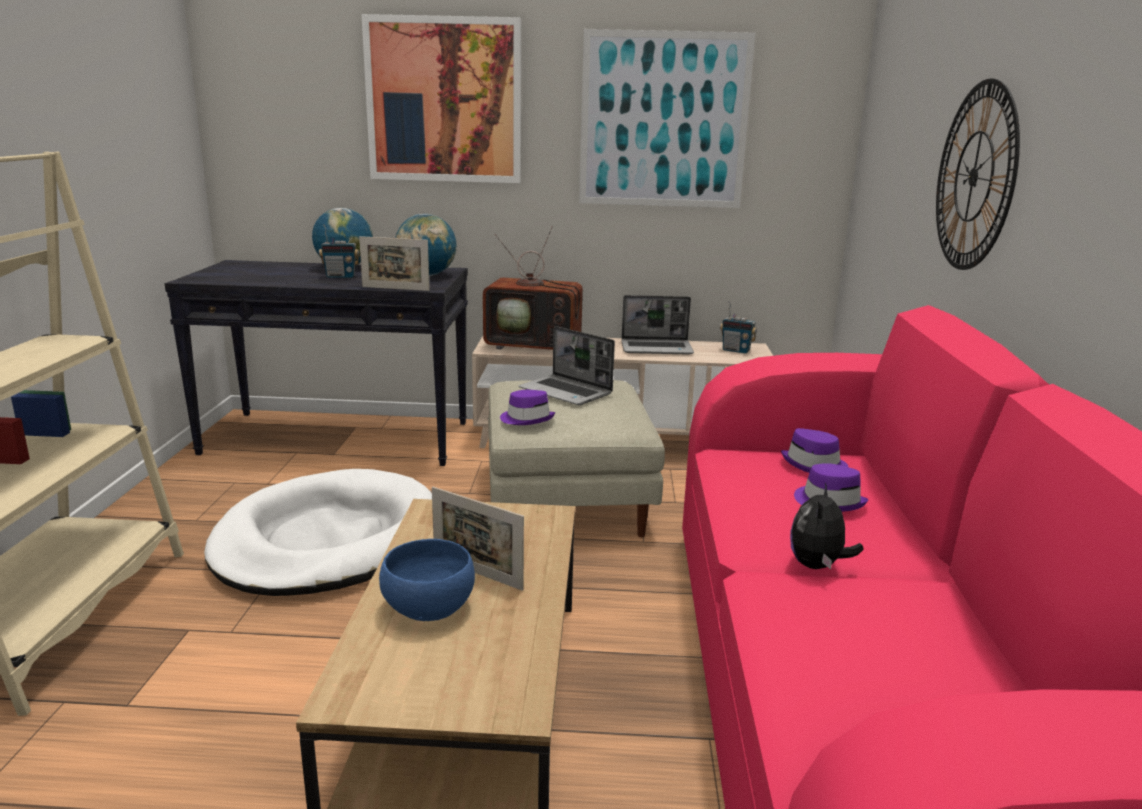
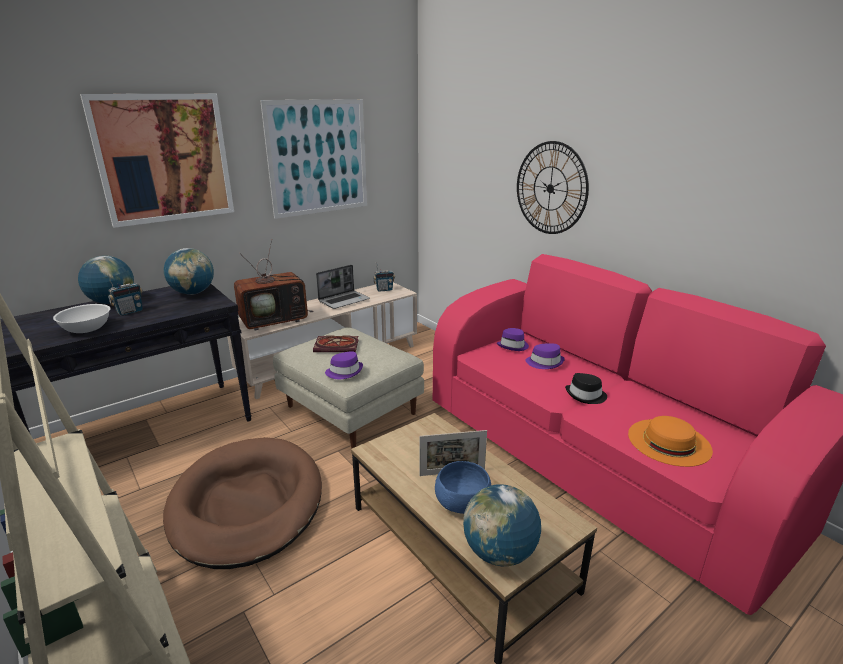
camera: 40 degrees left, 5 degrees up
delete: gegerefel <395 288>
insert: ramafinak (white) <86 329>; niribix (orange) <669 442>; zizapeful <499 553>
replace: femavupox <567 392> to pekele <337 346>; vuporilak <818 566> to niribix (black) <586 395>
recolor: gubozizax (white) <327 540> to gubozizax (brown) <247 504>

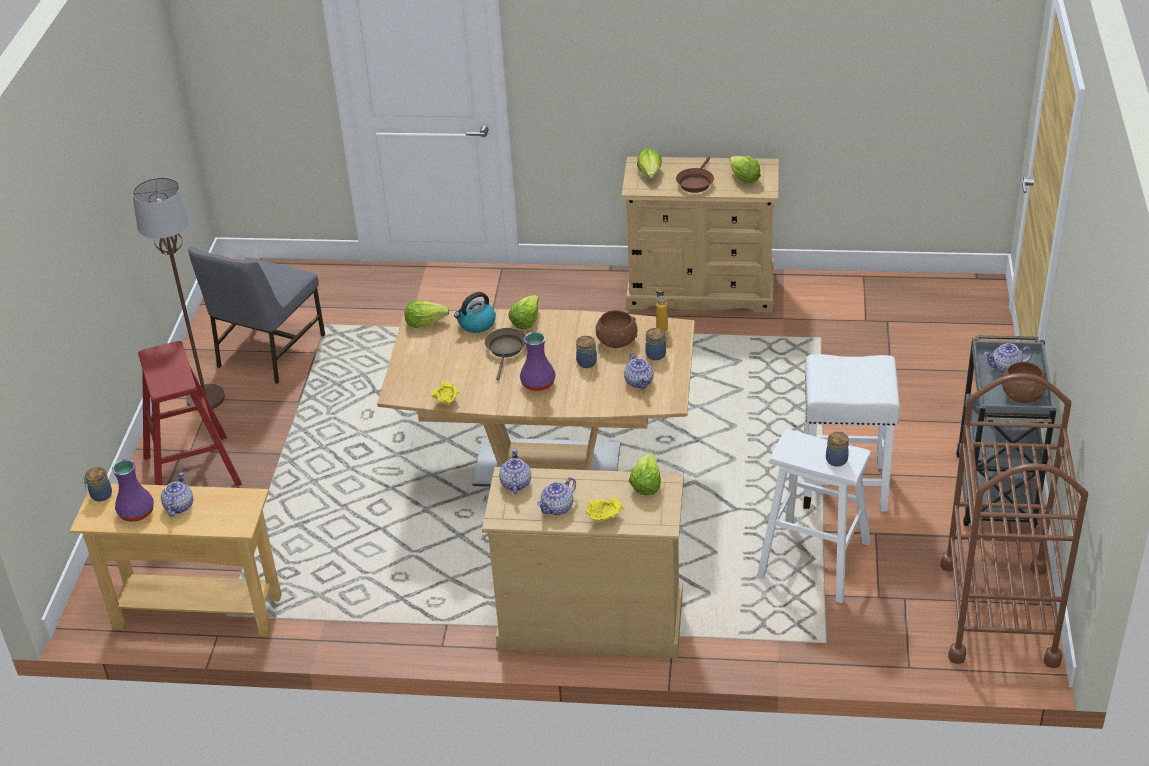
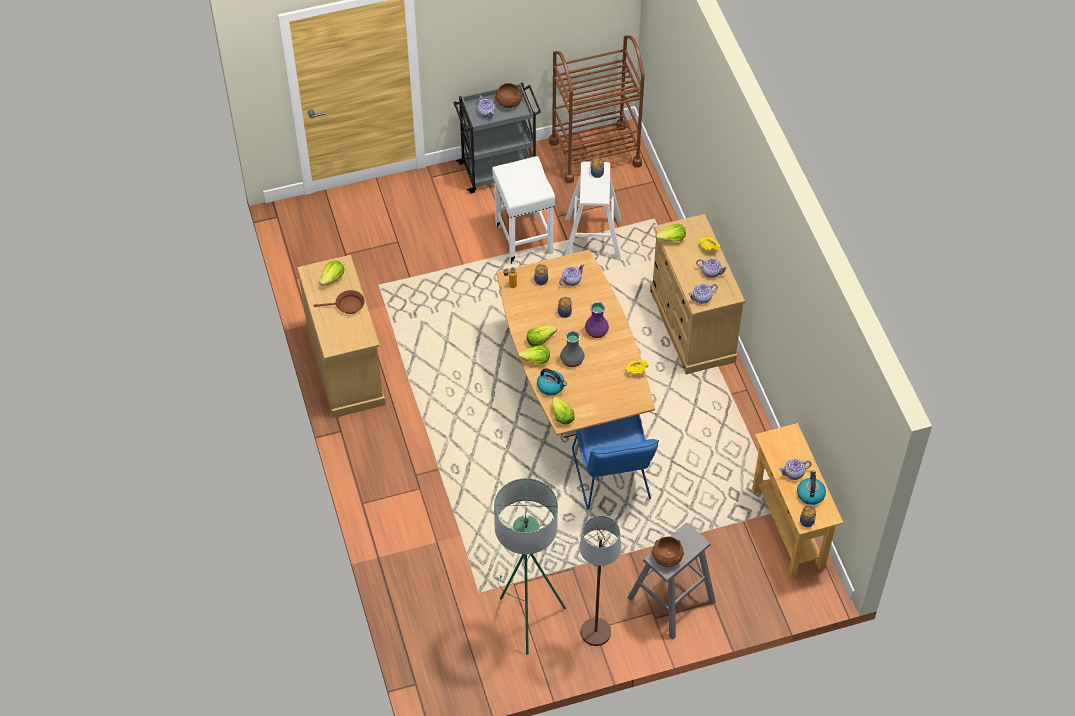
camera: 115 degrees left, 15 degrees up
insert: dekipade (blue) <612 480>
move: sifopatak <650 173> to <540 339>; ramafinak (brown) <616 341> to <667 558>
replace: dekipade (grey) <268 351> to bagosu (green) <526 617>; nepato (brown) <506 350> to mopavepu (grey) <571 359>; mopavepu (purple) <136 512> to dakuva <810 494>
recolor: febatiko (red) <192 470> to febatiko (grey) <671 600>

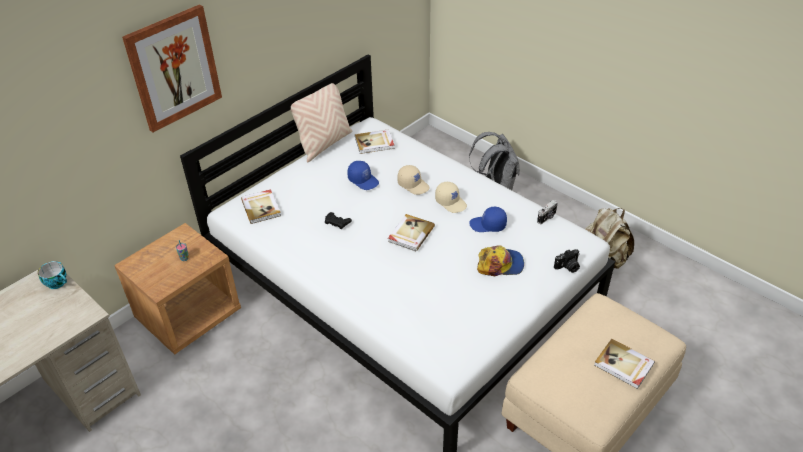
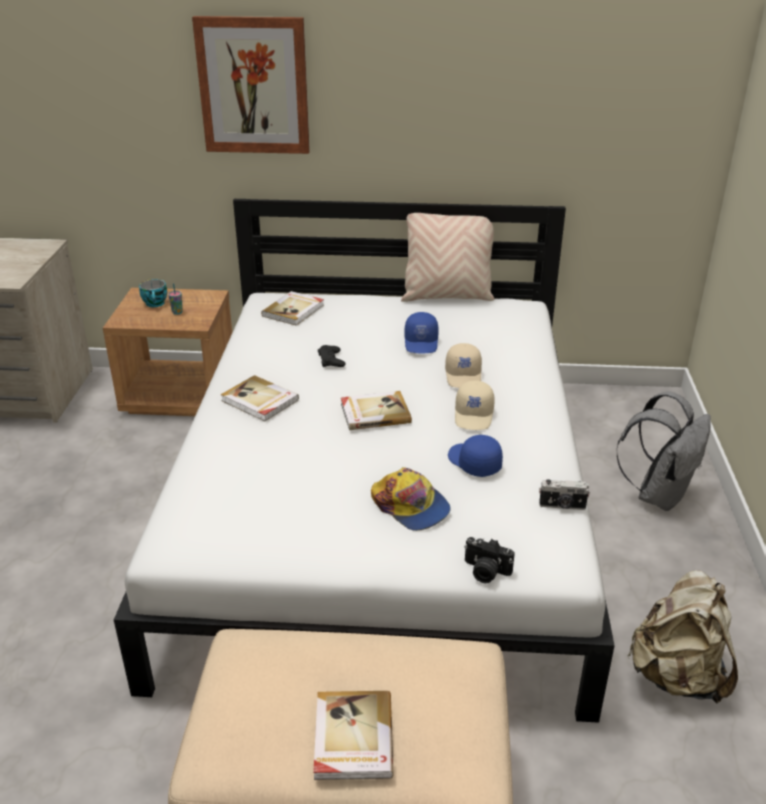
camera: 50 degrees right, 10 degrees down
move: pekele <374 143> to <259 401>; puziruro <58 283> to <156 304>

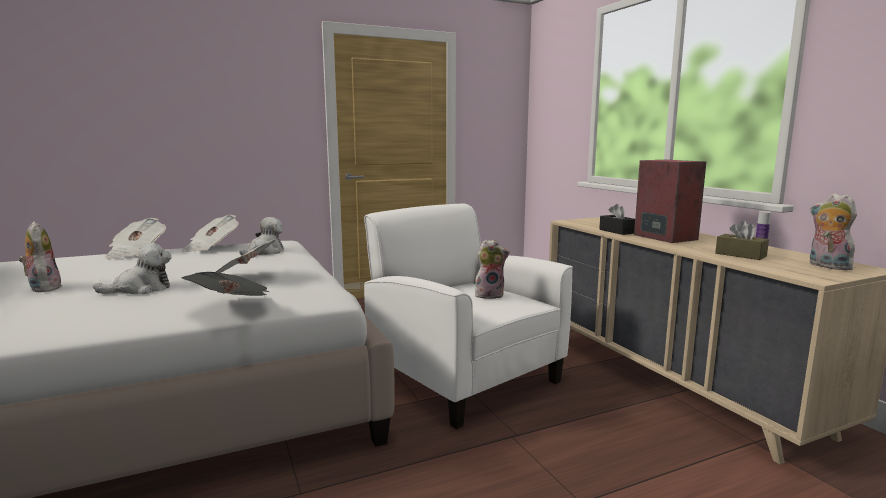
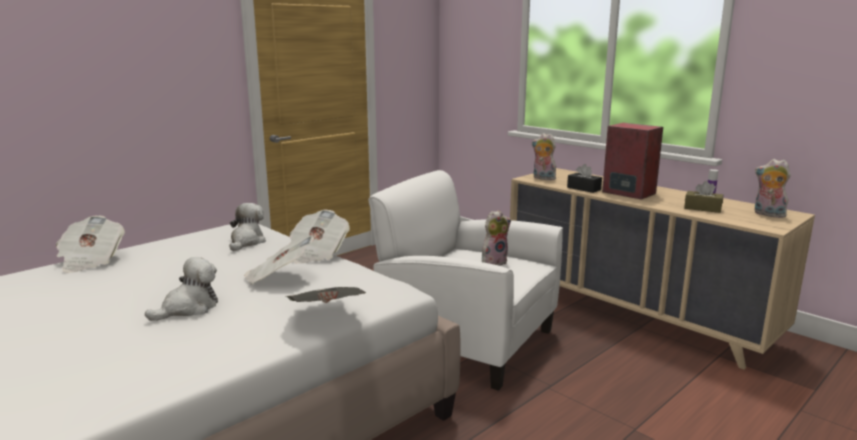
camera: 20 degrees left, 5 degrees up
move: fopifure <211 248> to <317 253>; vuporilak <43 288> to <542 178>

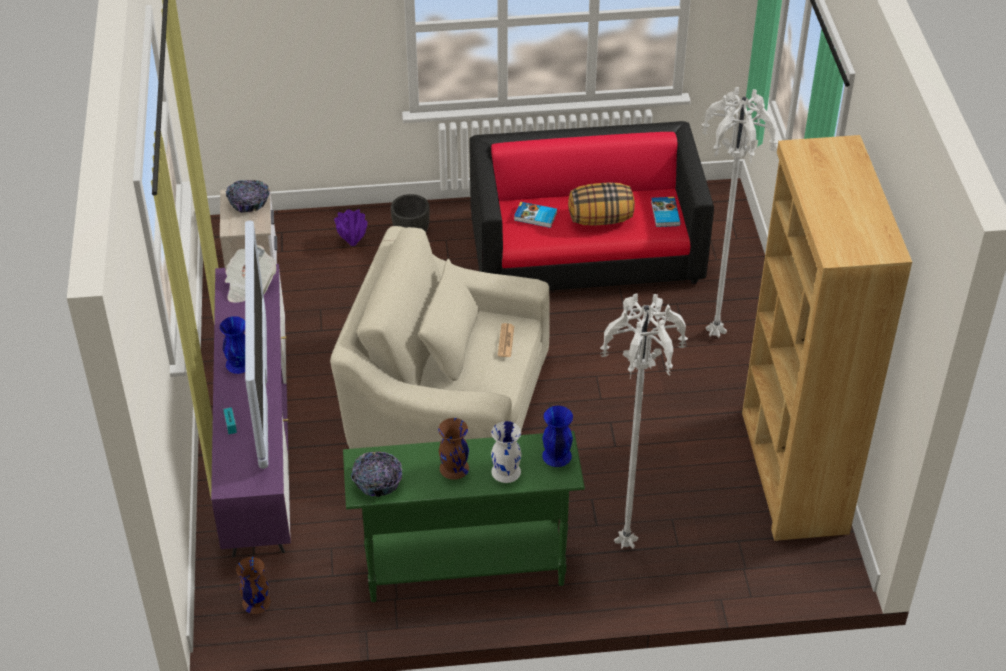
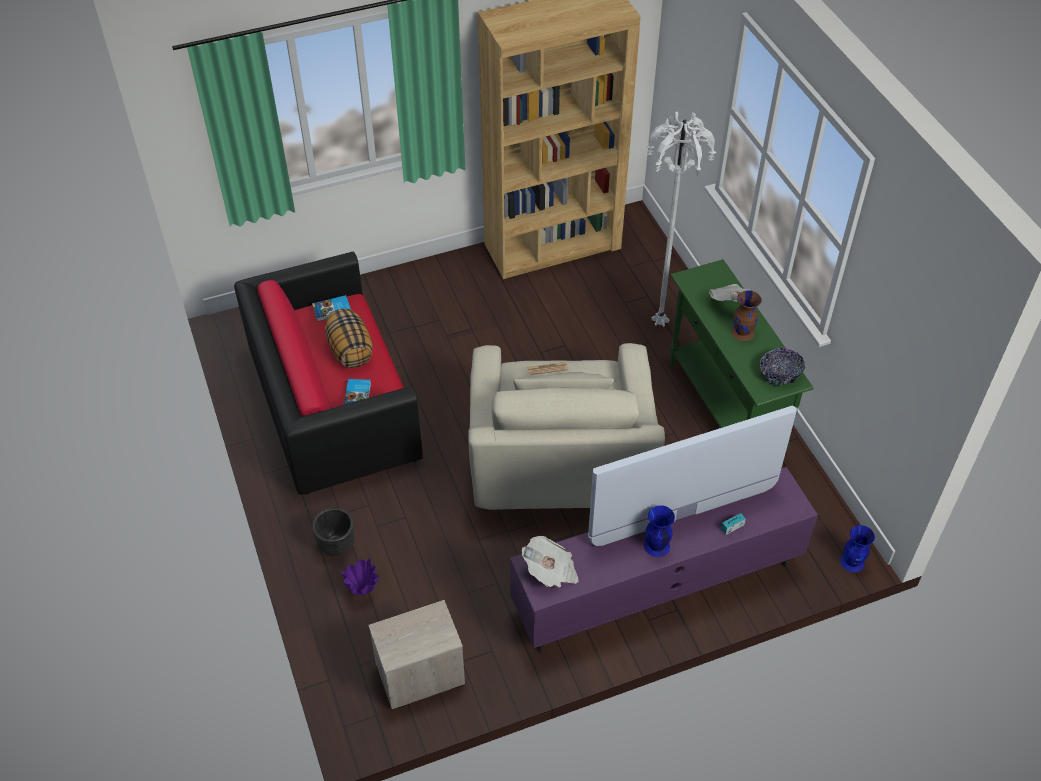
camera: 105 degrees left, 5 degrees up
delete: bagosu (white) <714 335>; ramafinak <249 203>; mopavepu (brown) <255 602>
move: mopavepu (blue) <556 456> to <852 562>
replace: mopavepu (white) <506 471> to fopifure <730 302>

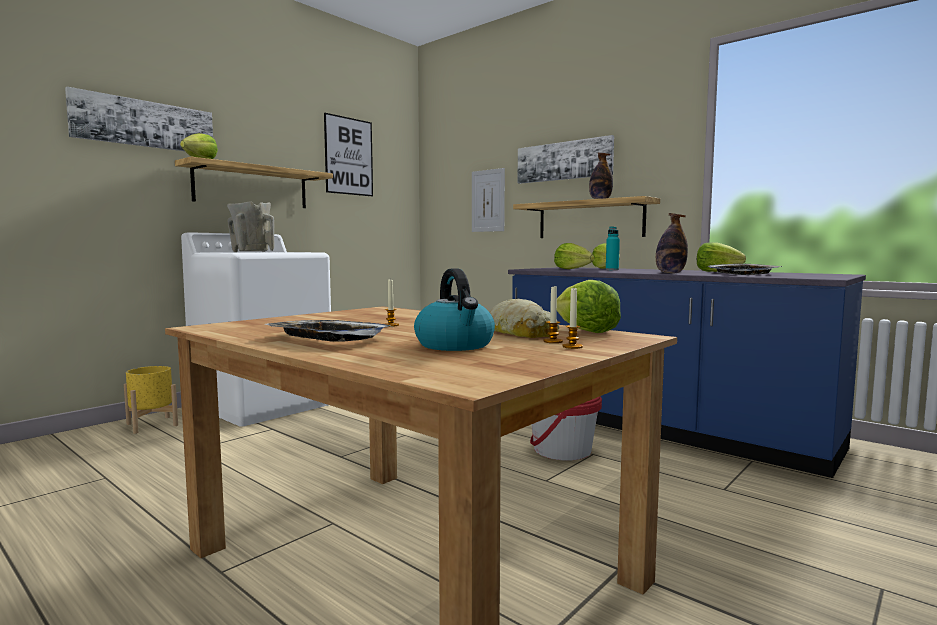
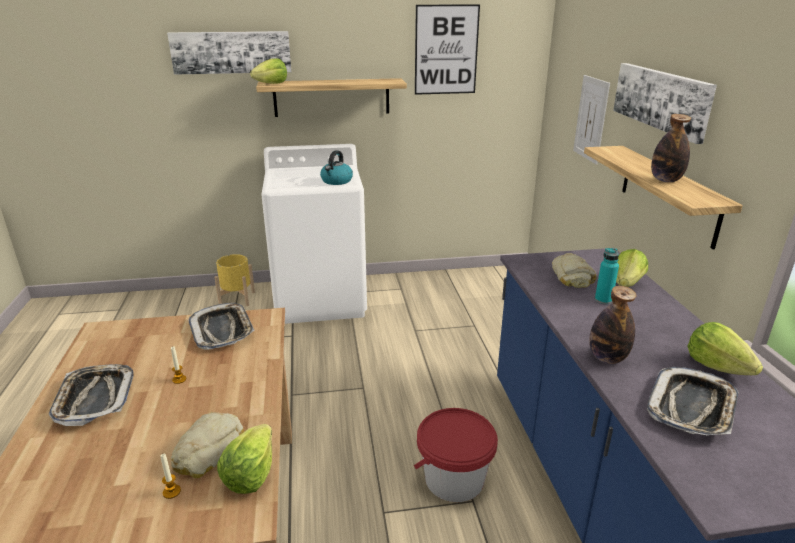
camera: 40 degrees right, 20 degrees up
delete: mopavepu (beige) <252 252>; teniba <572 346>
insert: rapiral <222 330>
move: dakuva <455 345> to <336 181>
replace: sifopatak <572 269> to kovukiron <572 276>

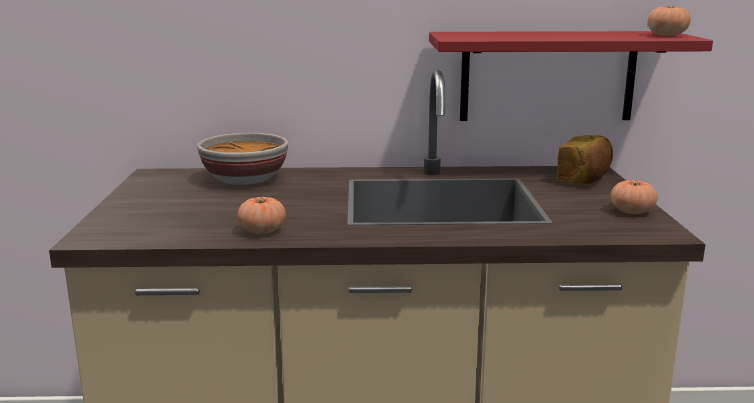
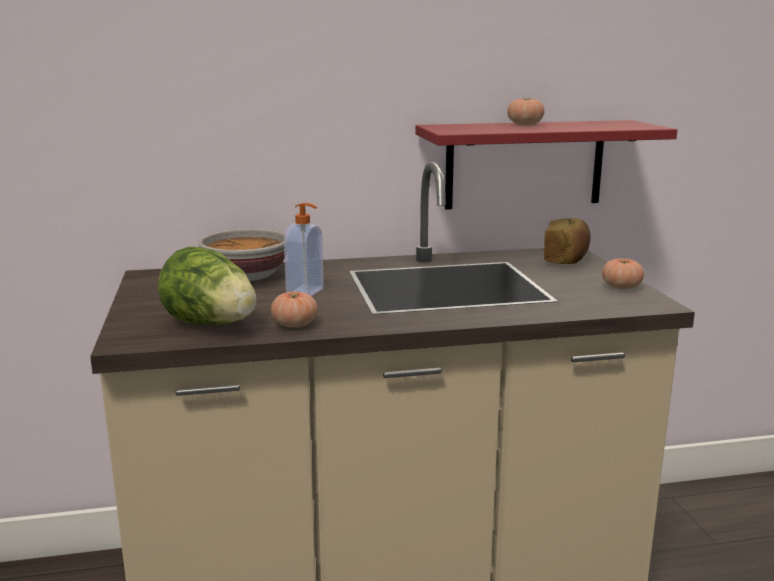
camera: 10 degrees left, 0 degrees up
insert: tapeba <306 292>; sifopatak <212 324>
move: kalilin <667 35> to <525 124>

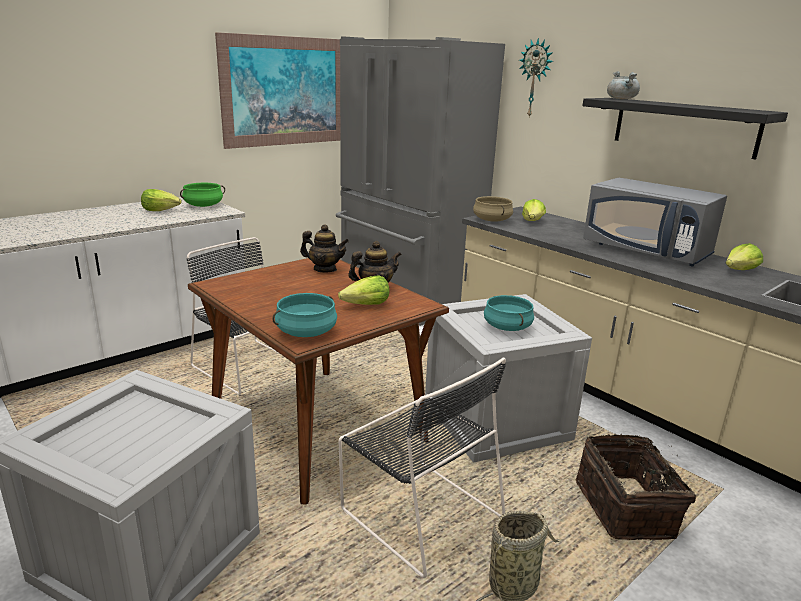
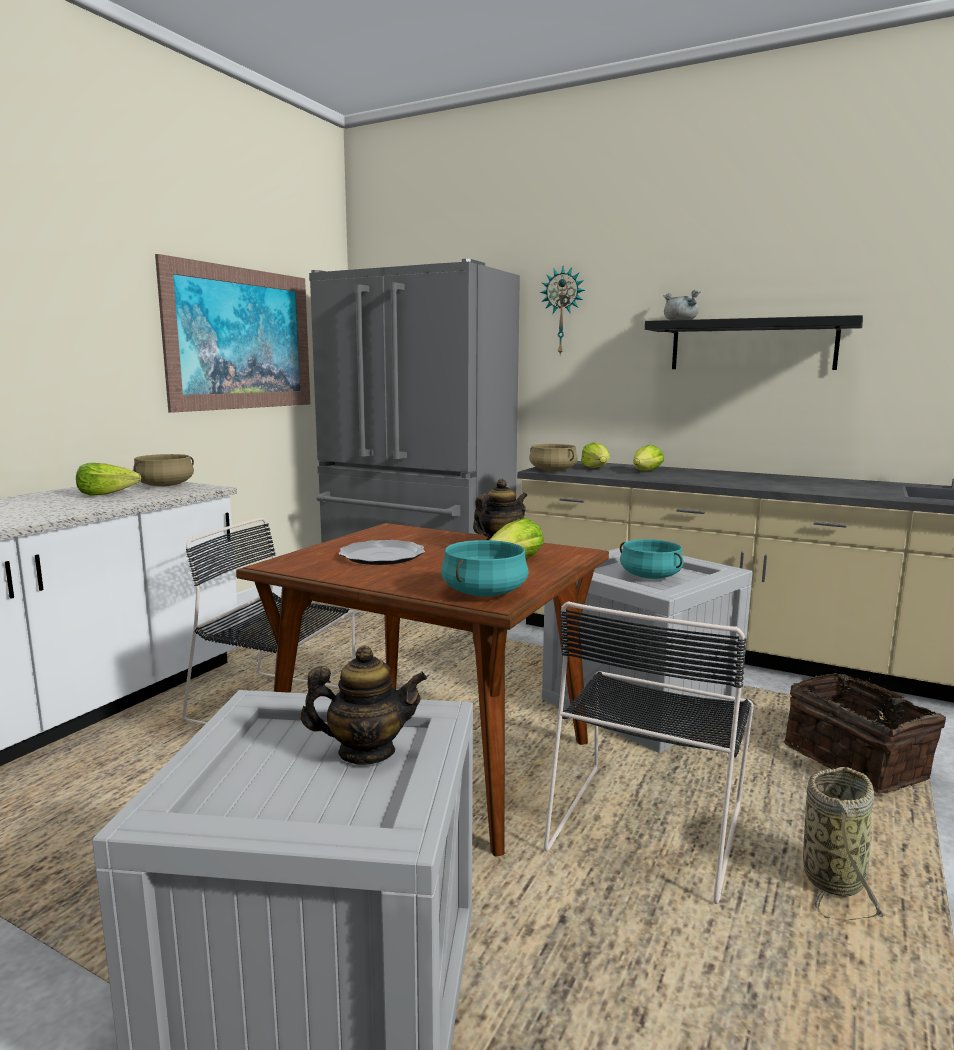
camera: 20 degrees left, 10 degrees down
delete: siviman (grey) <647 251>
insert: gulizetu <382 556>
move: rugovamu <325 269> to <366 752>; sifopatak <740 271> to <646 471>
recolor: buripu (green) <203 205> to buripu (beige) <165 485>
rotate: dekipade (black) <418 511> = <648 824> 90 degrees clockwise

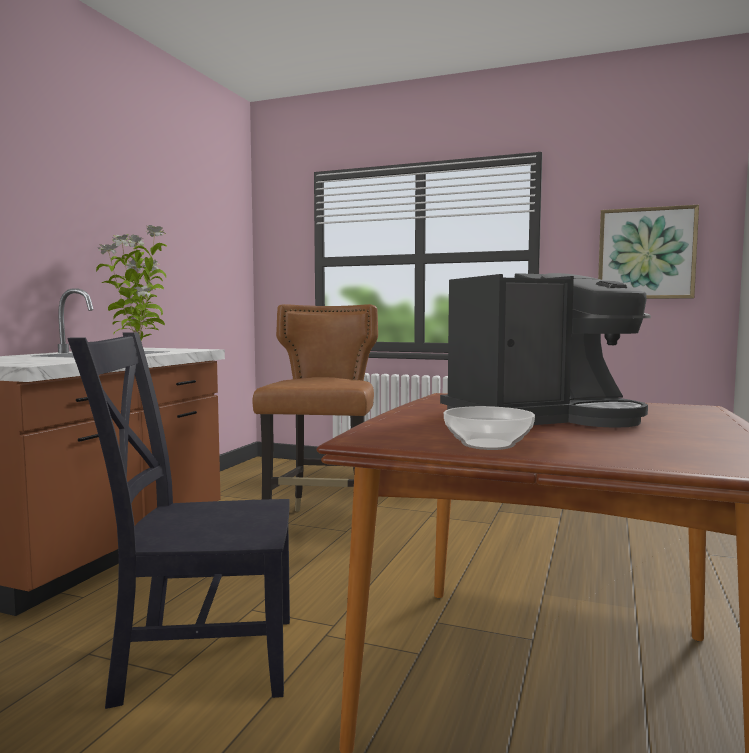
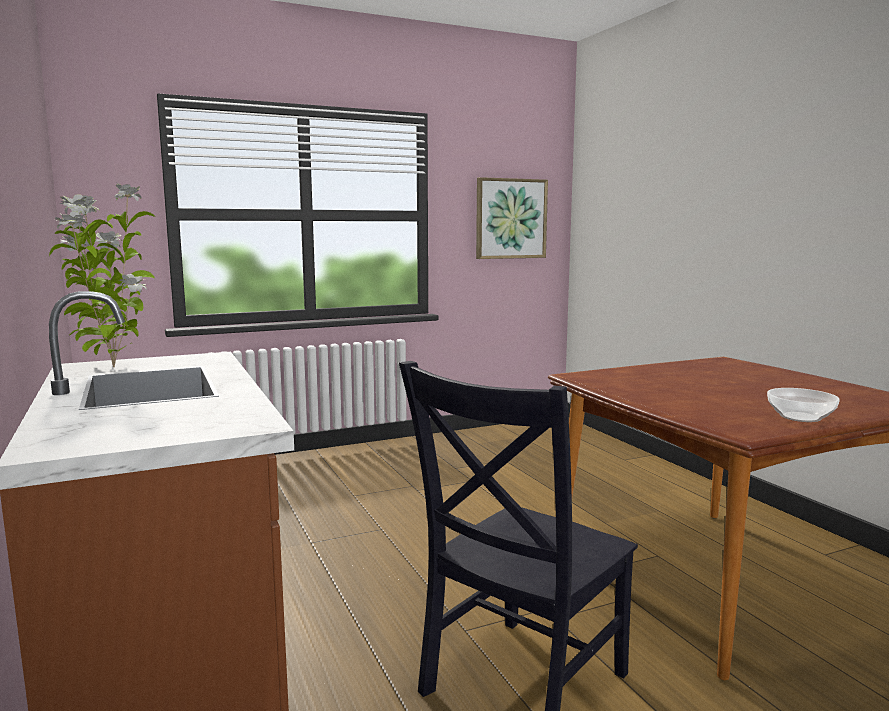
camera: 45 degrees left, 5 degrees up
delete: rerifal <542 417>; dekipade (brown) <322 527>

